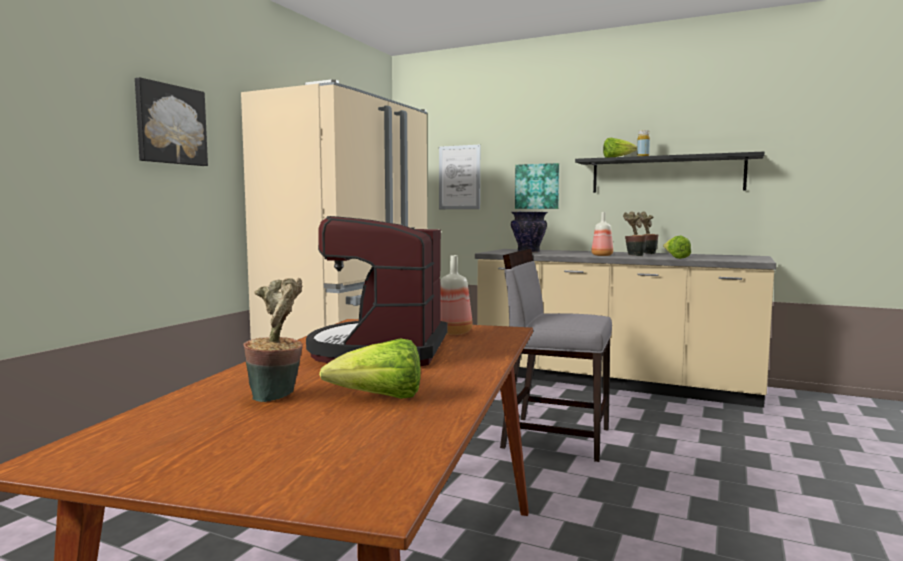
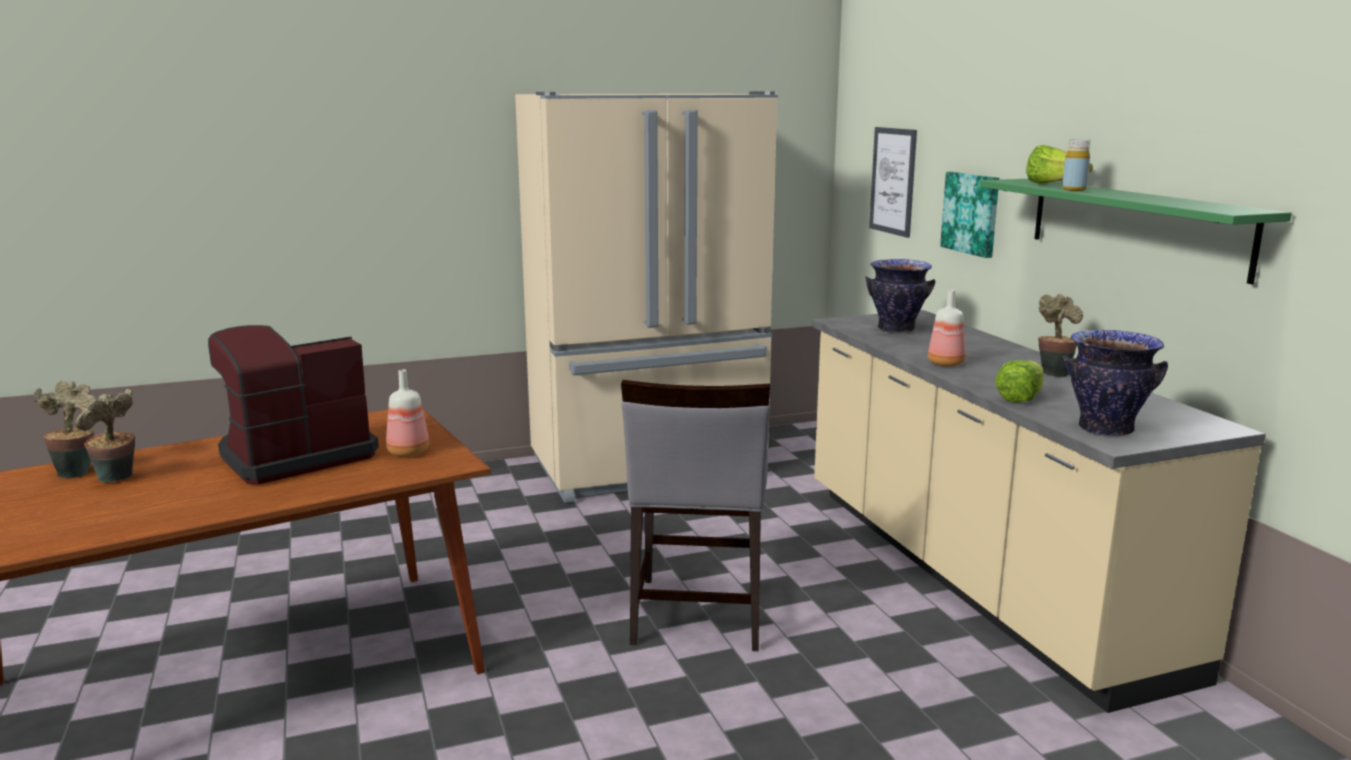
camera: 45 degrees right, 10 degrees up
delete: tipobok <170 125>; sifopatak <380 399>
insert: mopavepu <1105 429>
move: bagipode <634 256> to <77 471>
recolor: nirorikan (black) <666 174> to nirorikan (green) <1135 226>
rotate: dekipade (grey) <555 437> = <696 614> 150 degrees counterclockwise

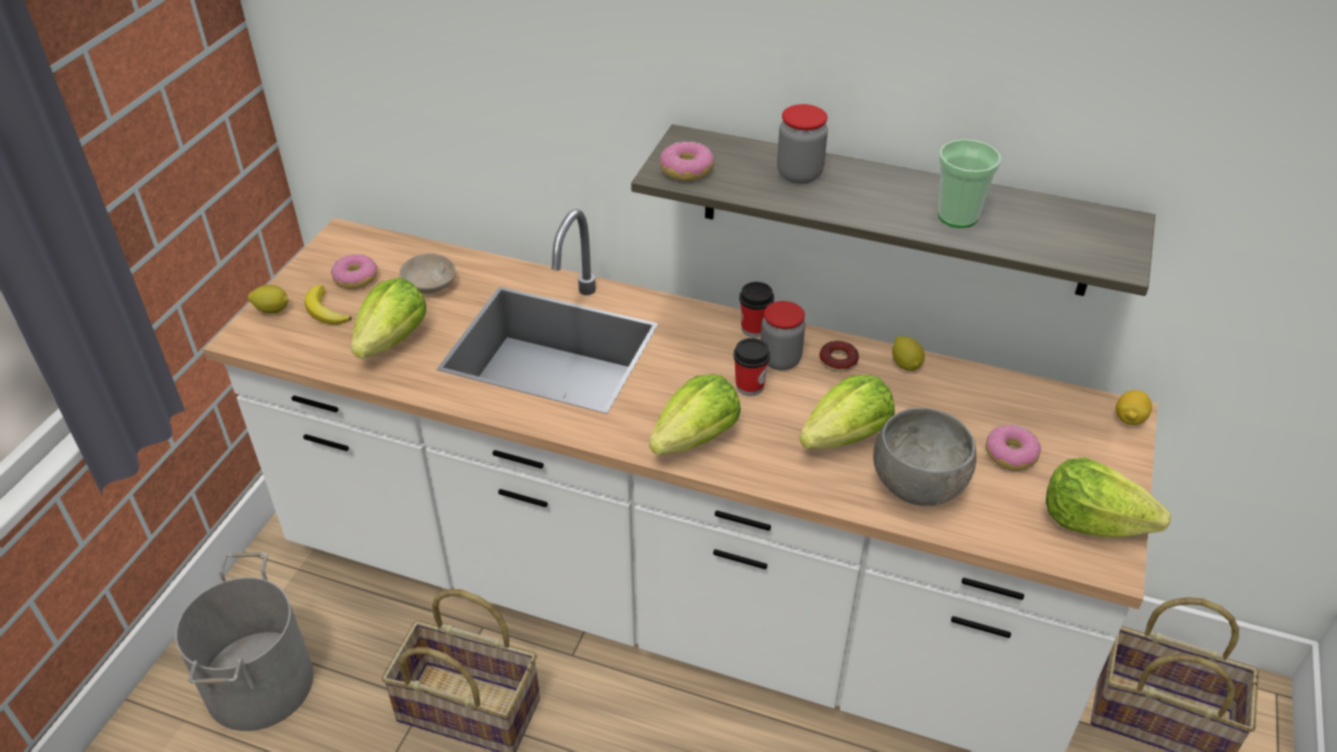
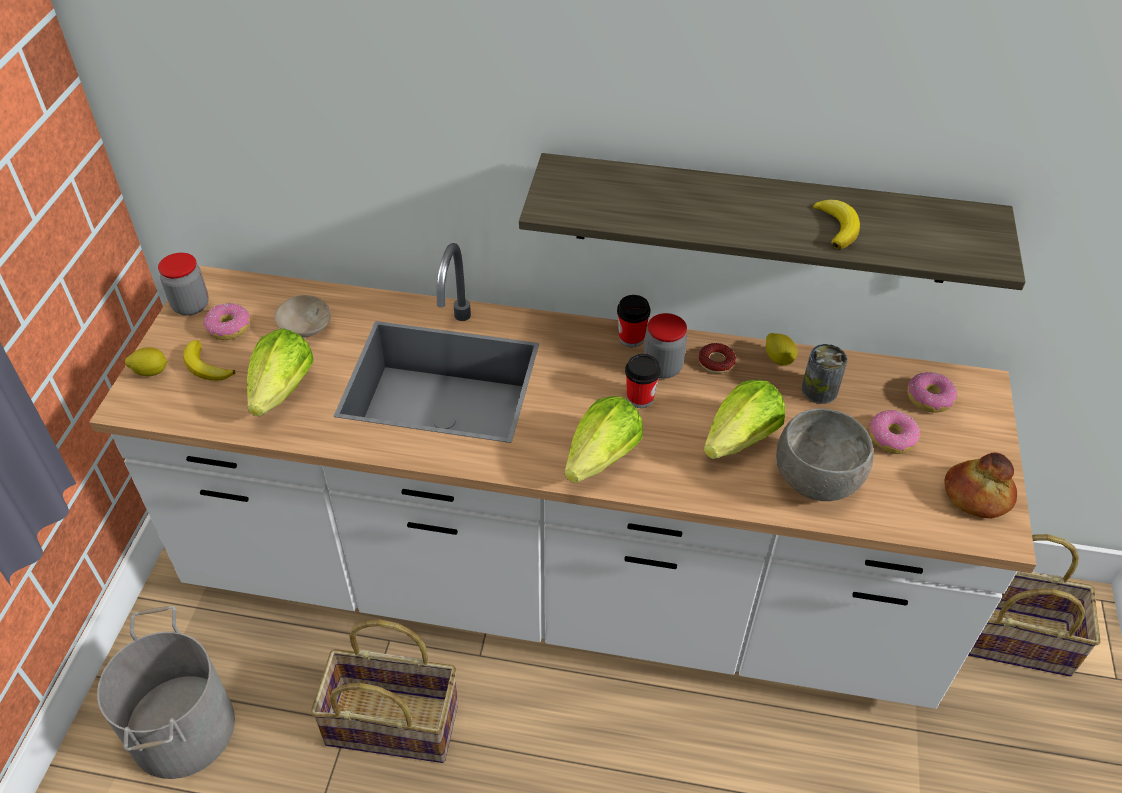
camera: 10 degrees left, 5 degrees up
delete: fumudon <1129 419>
insert: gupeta <819 390>
move: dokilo <799 174> to <191 306>; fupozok <686 170> to <929 398>
replace: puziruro <957 216> to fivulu <837 227>; sifopatak <1091 522> to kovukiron <976 495>

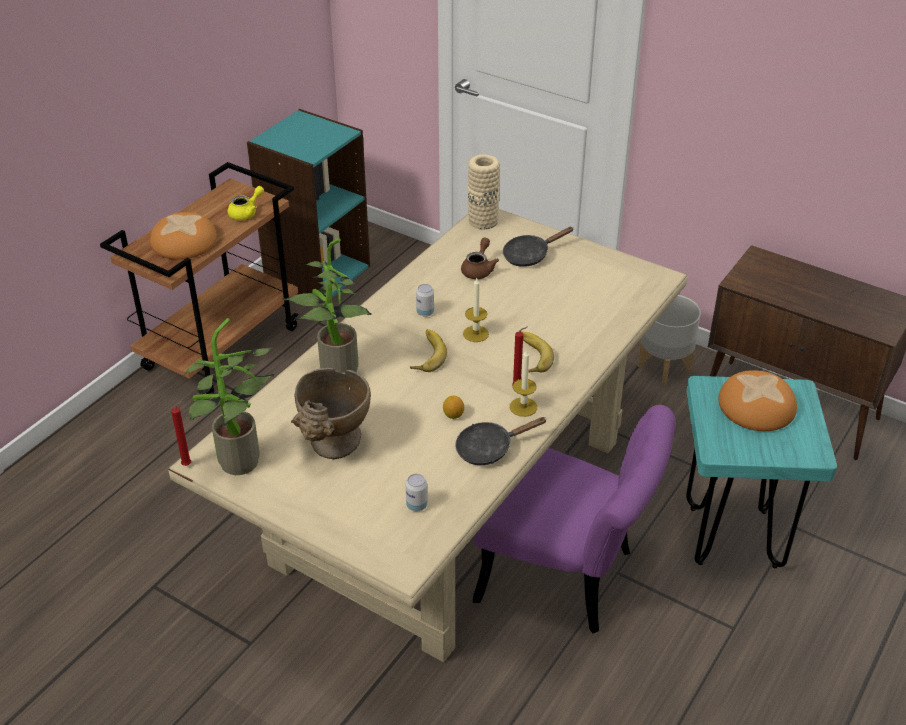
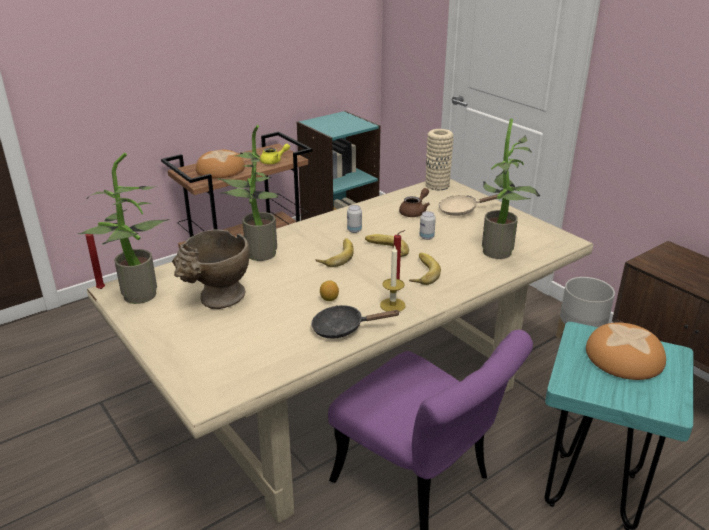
camera: 20 degrees right, 10 degrees down
insert: bagipode <501 253>
move: gupeta <416 505> to <426 237>
replace: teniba <475 334> to fivulu <385 250>
recolor: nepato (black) <530 255> to nepato (beige) <462 210>

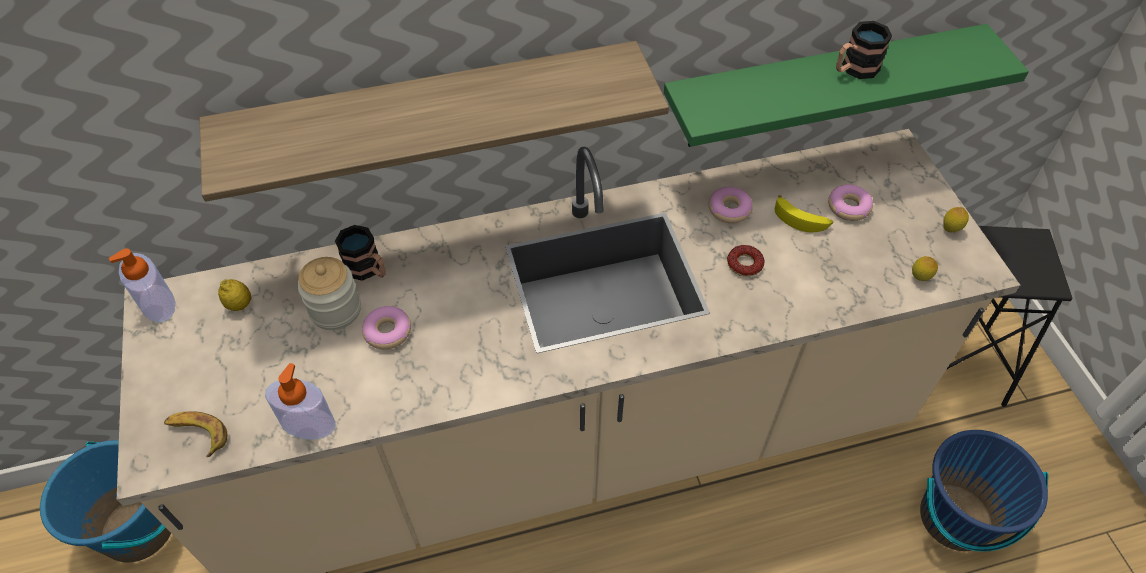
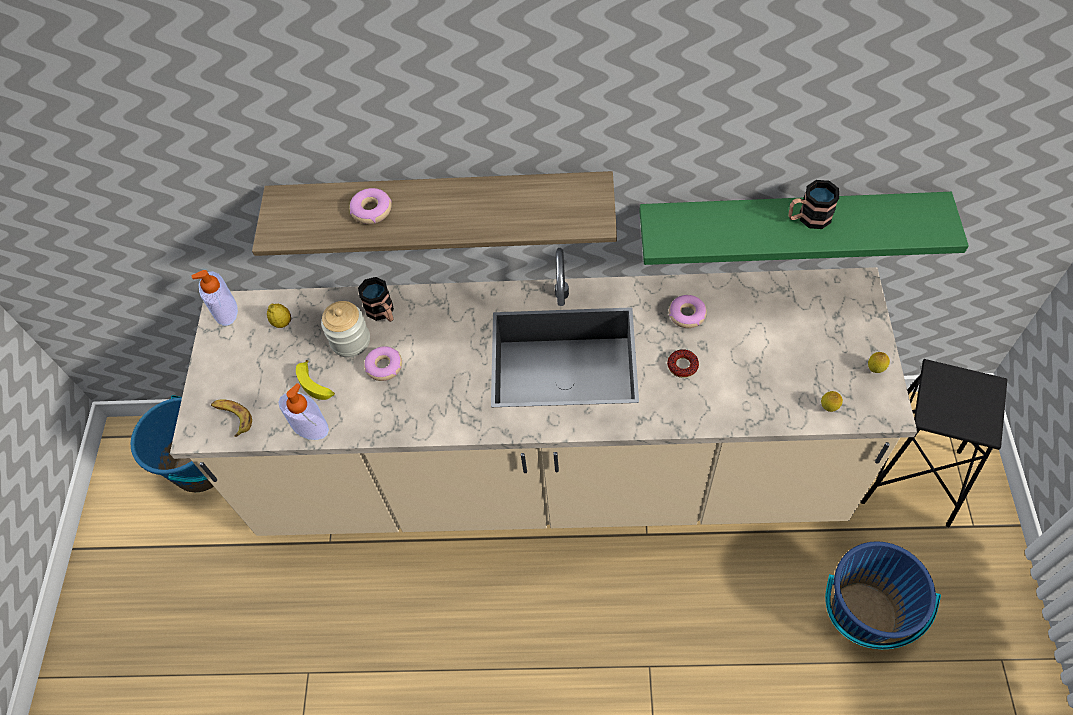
camera: 20 degrees right, 5 degrees up
move: fupozok <848 207> to <371 210>; fivulu <801 219> to <317 385>

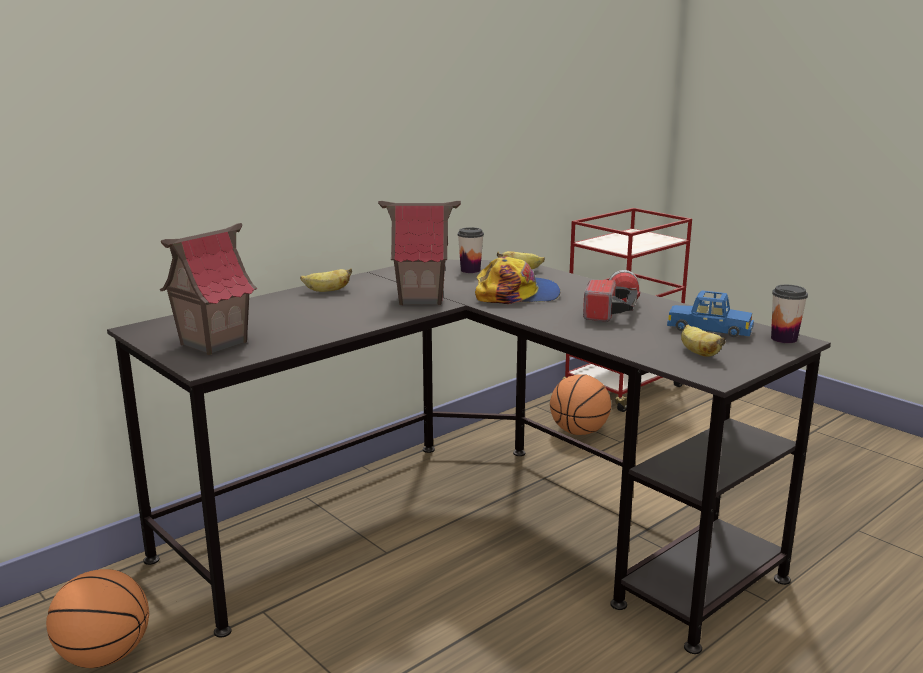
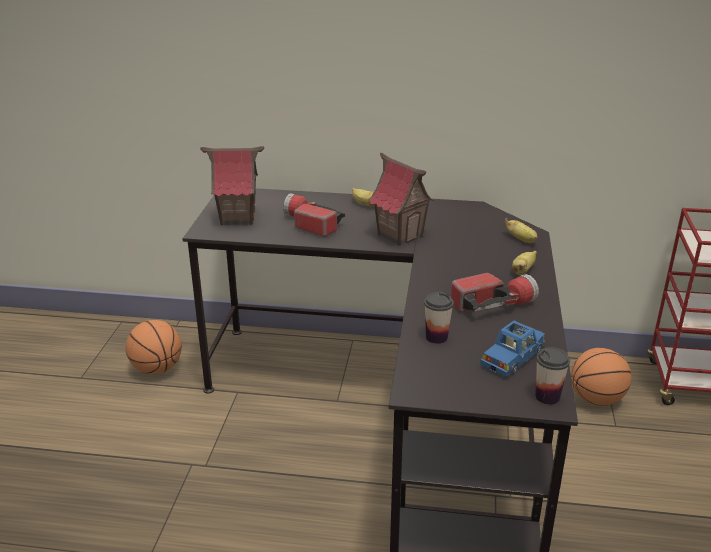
camera: 50 degrees right, 10 degrees up
delete: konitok <517 294>
insert: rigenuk <310 224>
move: puziruro <470 270> to <436 337>; fivulu <698 353> to <523 271>
rotate: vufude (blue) <709 330> = <513 357> 60 degrees clockwise

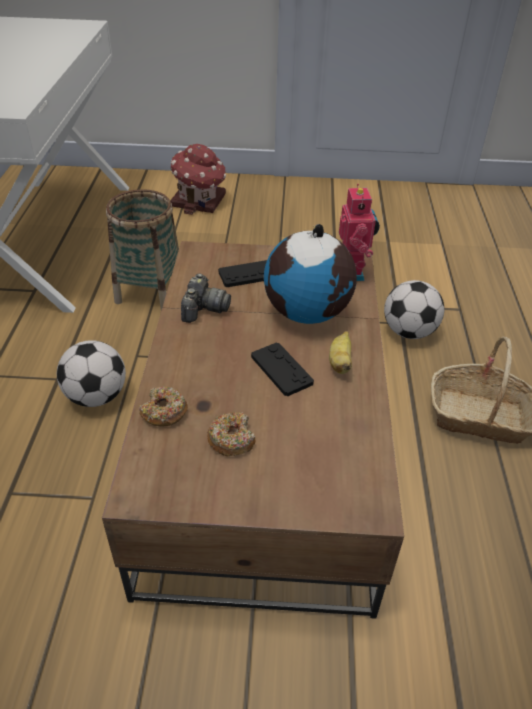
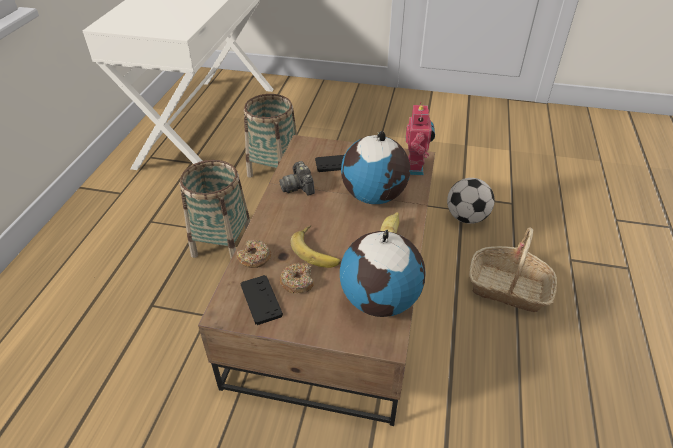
camera: 10 degrees right, 0 degrees up
delete: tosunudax <199 201>
insert: fivulu <318 250>; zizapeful <380 300>
move: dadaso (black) <281 370> to <261 300>
replace: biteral <96 396> to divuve <222 244>
rotate: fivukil <204 309> = <298 187> 135 degrees clockwise

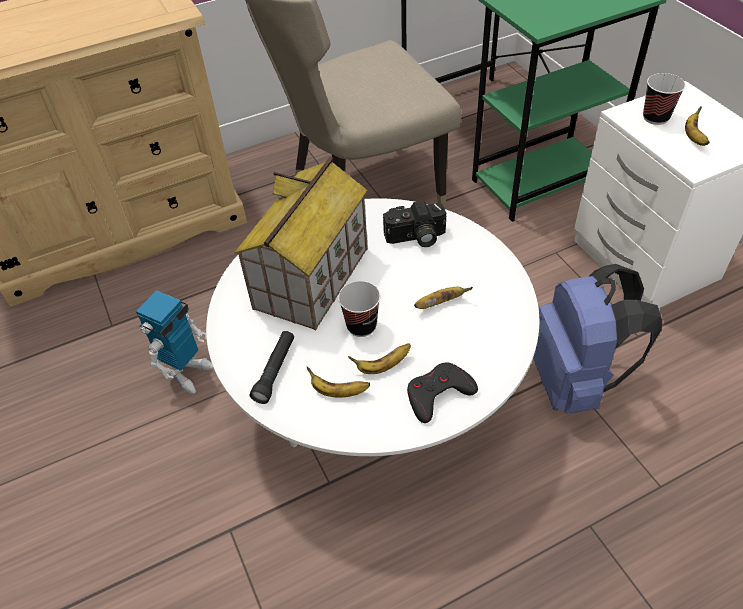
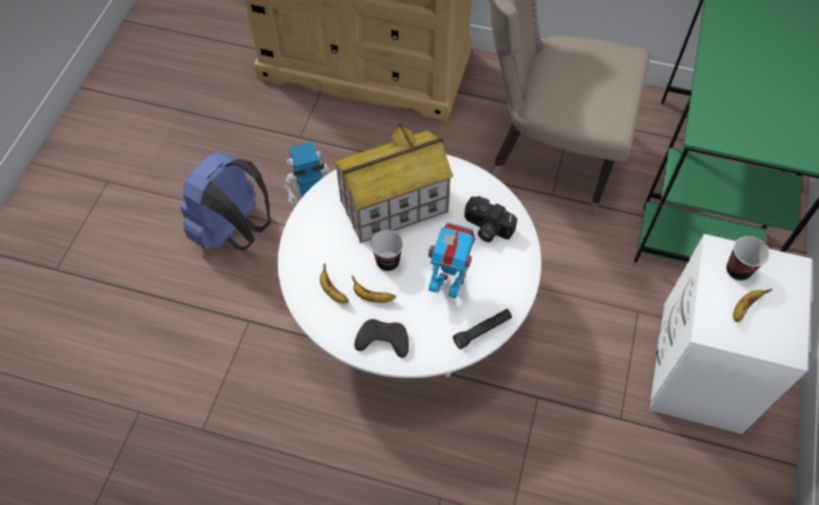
camera: 40 degrees right, 10 degrees up
move: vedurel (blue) <575 381> to <234 231>; rigenuk (black) <275 371> to <482 331>
replace: fivulu <440 303> to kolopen <449 285>

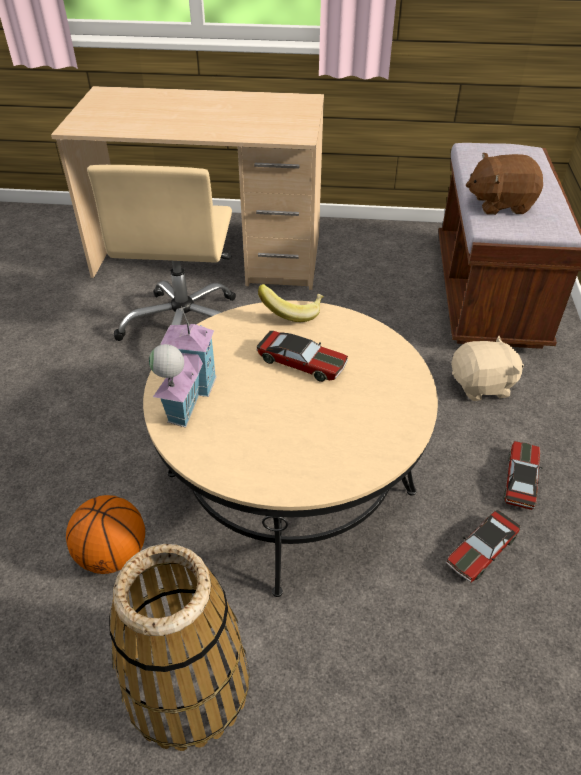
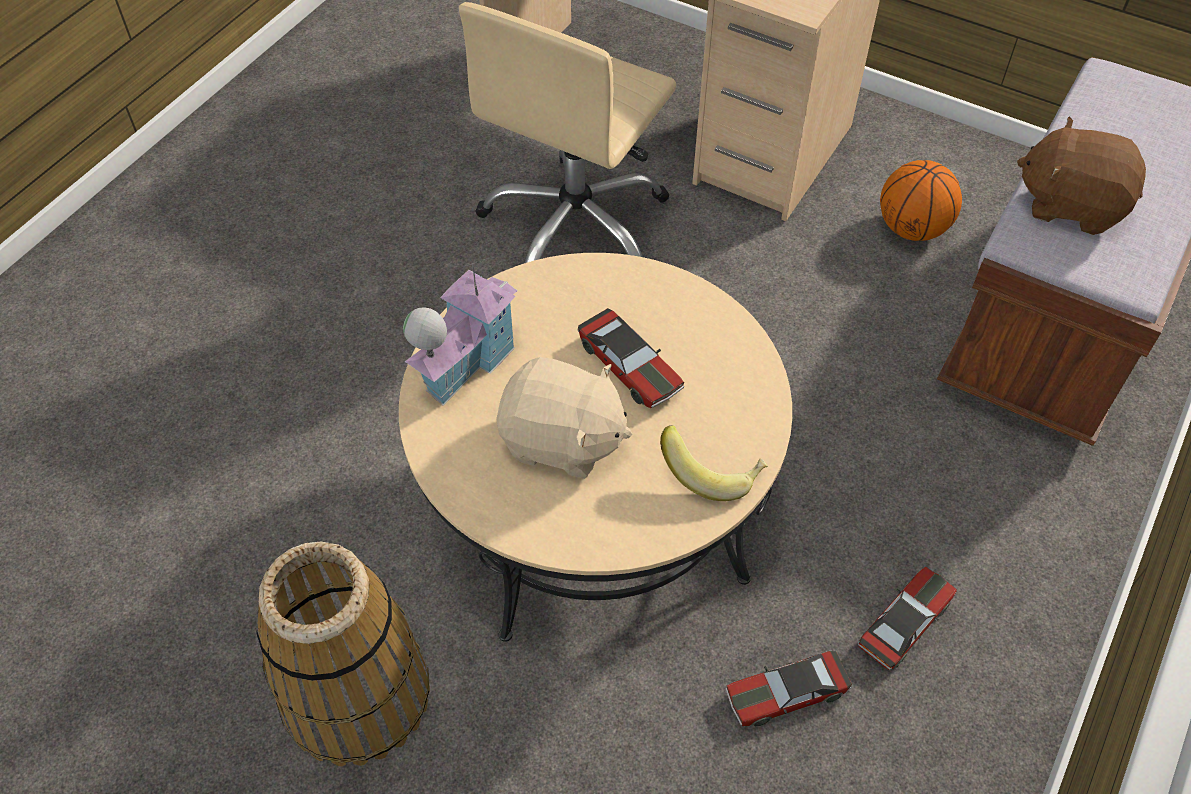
camera: 25 degrees right, 10 degrees up
move: fivulu <292 312> to <712 472>; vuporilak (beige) <482 386> to <562 441>; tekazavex <113 555> to <912 229>

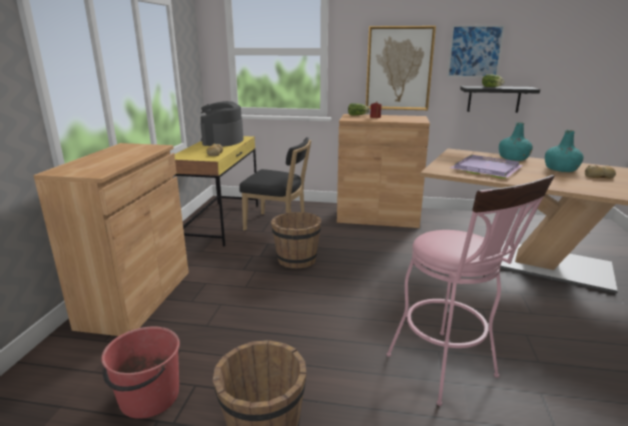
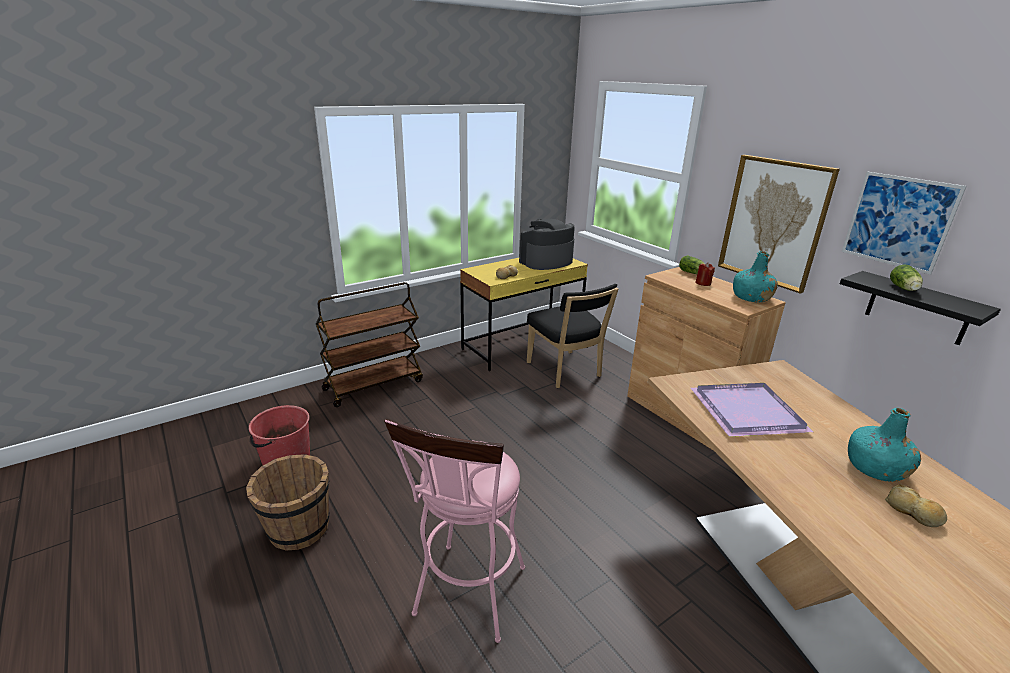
camera: 45 degrees right, 5 degrees up
delete: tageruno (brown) <296 260>
move: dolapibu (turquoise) <513 158> to <751 297>
replace: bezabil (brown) <136 298> to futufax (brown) <374 385>

